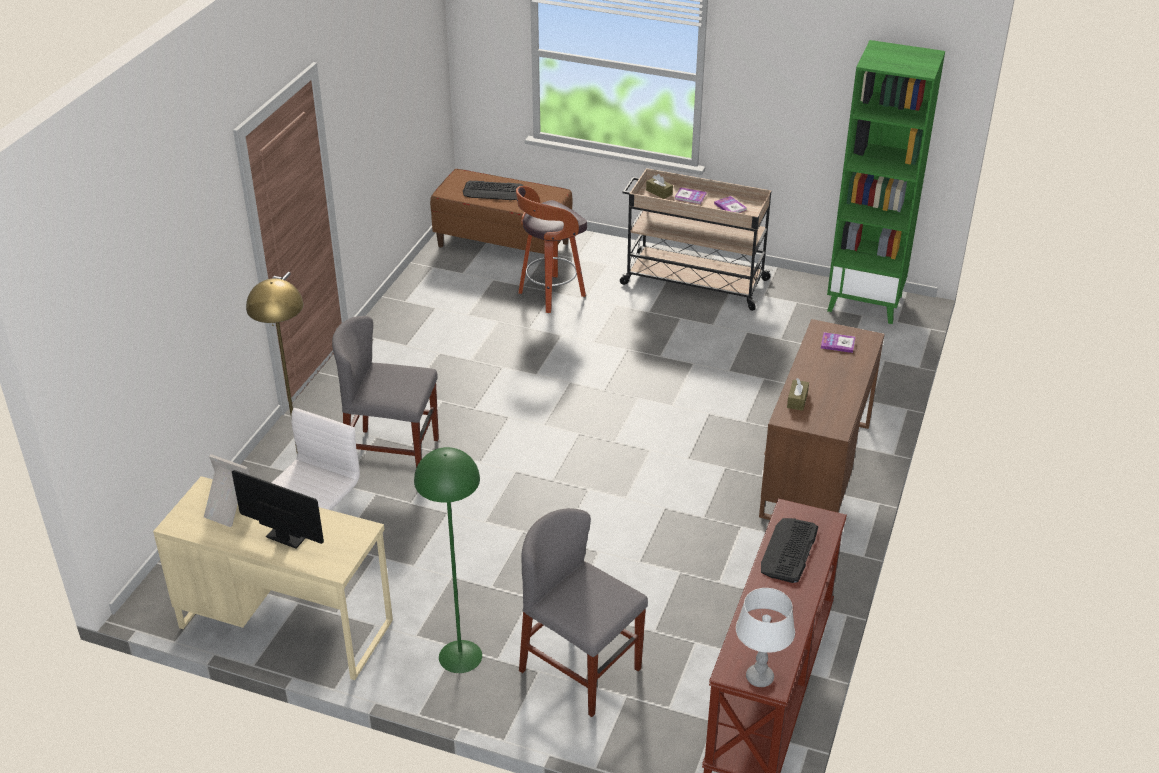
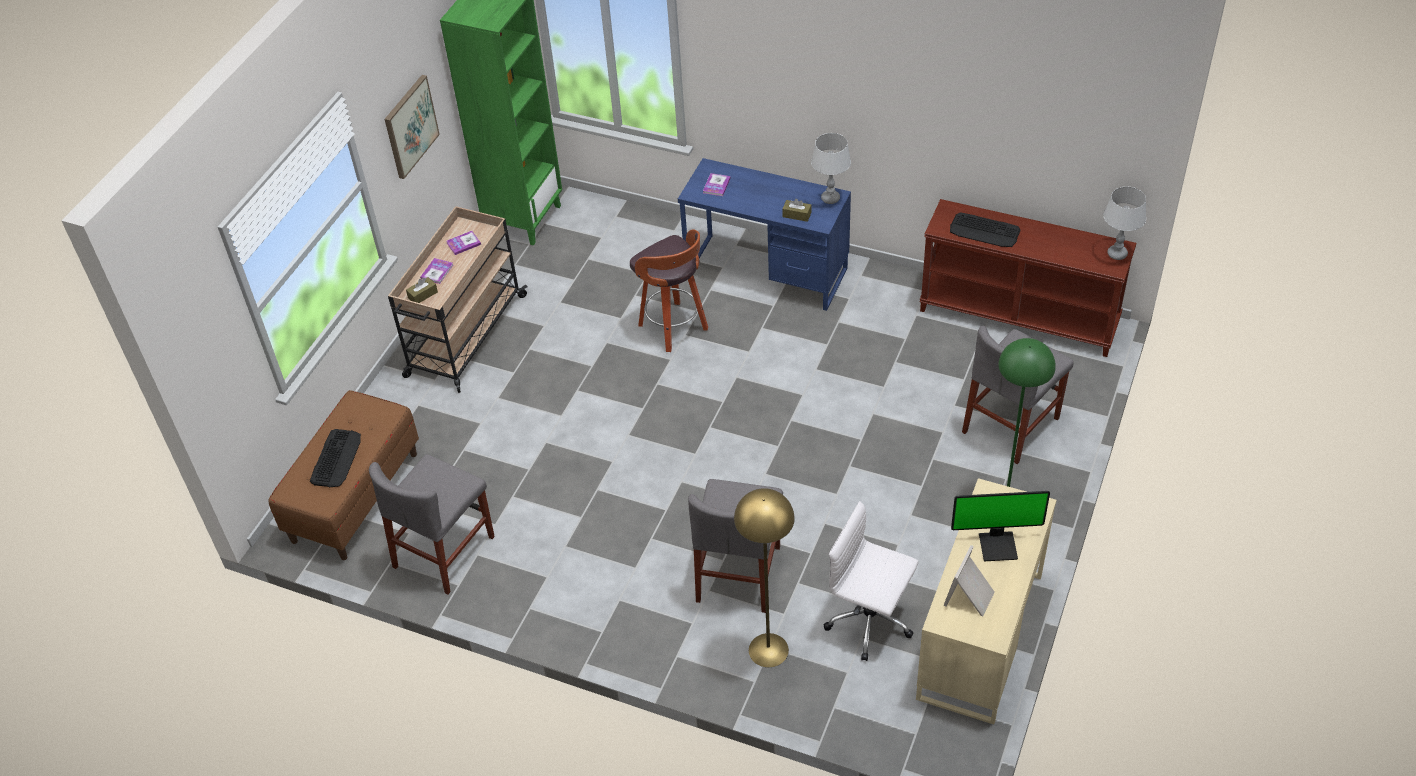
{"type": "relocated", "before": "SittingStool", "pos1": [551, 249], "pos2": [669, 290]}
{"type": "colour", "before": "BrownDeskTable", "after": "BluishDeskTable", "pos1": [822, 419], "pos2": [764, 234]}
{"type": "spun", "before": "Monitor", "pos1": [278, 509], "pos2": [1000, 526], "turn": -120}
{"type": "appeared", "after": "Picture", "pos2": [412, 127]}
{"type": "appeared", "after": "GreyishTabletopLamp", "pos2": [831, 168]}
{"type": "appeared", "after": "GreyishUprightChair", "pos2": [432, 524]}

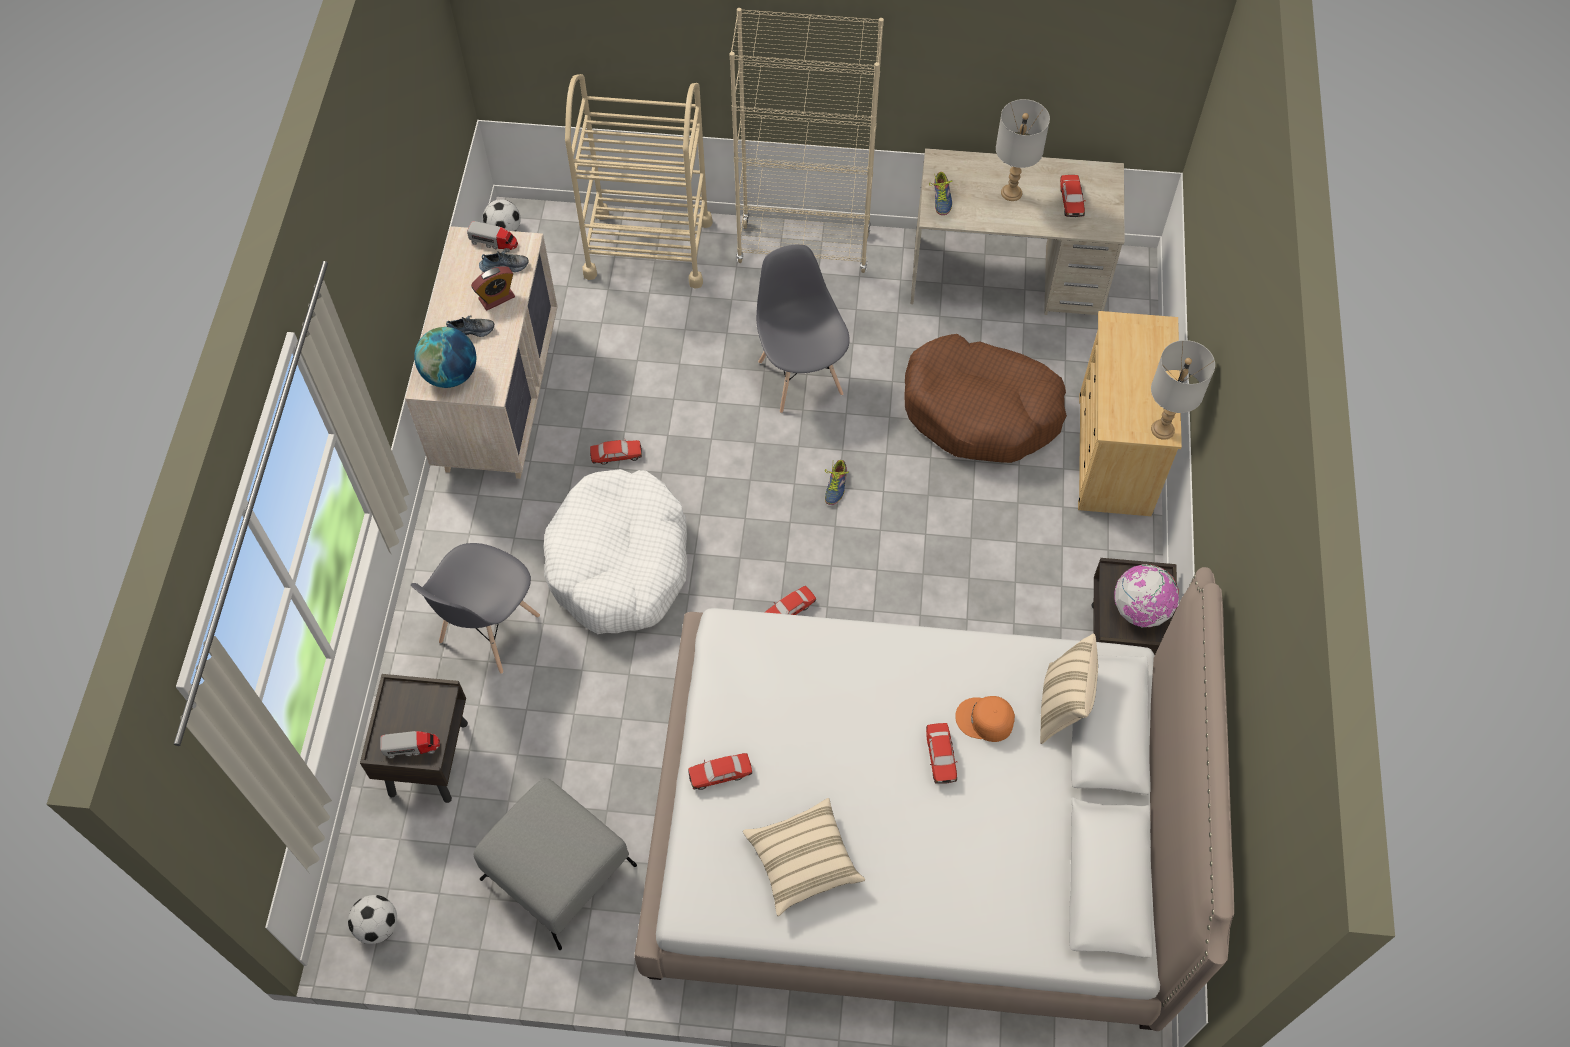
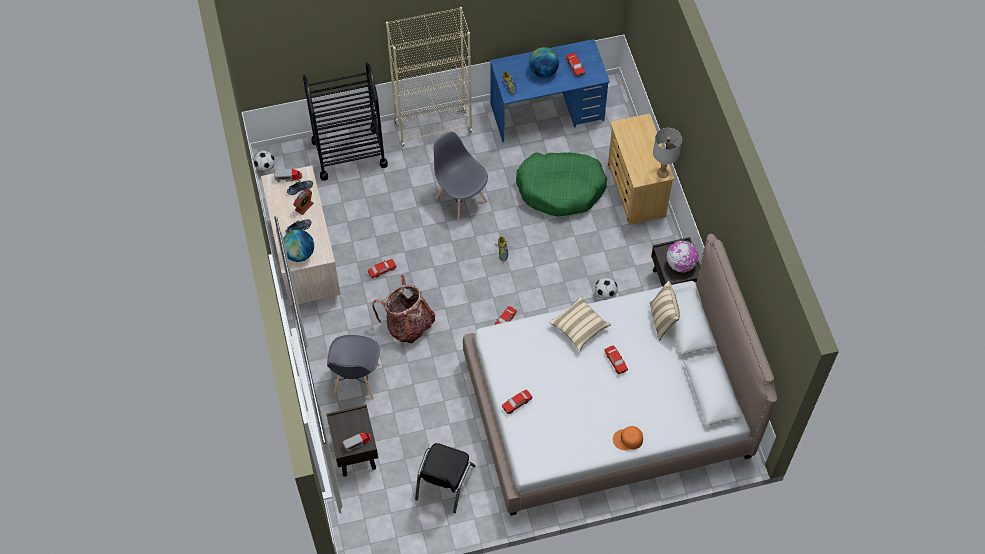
{"type": "colour", "before": "BeigeWheeledCart", "after": "BlackishWheeledCart", "pos1": [639, 181], "pos2": [345, 121]}
{"type": "exchanged", "before": "GreyishTabletopLamp", "after": "DeskGlobe", "pos1": [1023, 150], "pos2": [544, 62]}
{"type": "colour", "before": "BeigeDeskTable", "after": "BluishDeskTable", "pos1": [1017, 231], "pos2": [550, 90]}
{"type": "colour", "before": "BrownDogCushion", "after": "GreenColouredDogCushion", "pos1": [985, 398], "pos2": [561, 184]}
{"type": "exchanged", "before": "WhitishDogCushion", "after": "Knapsack", "pos1": [615, 551], "pos2": [403, 309]}
{"type": "relocated", "before": "OrangeColouredBaseballCap", "pos1": [985, 719], "pos2": [628, 438]}
{"type": "exchanged", "before": "GreyishFootrest", "after": "BlackishUprightChair", "pos1": [555, 864], "pos2": [445, 478]}
{"type": "relocated", "before": "BeigePillow", "pos1": [804, 857], "pos2": [580, 323]}
{"type": "relocated", "before": "FootballBall", "pos1": [372, 919], "pos2": [606, 288]}

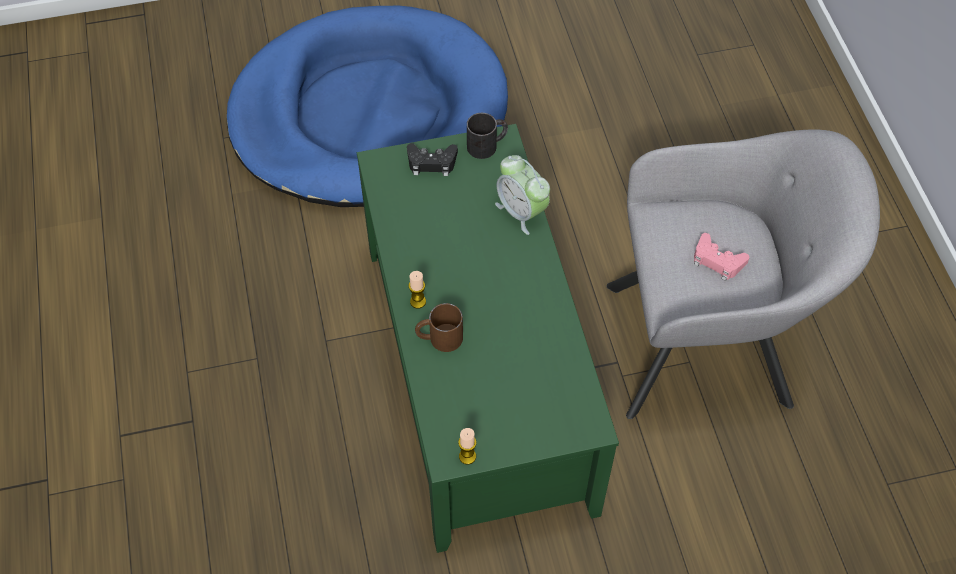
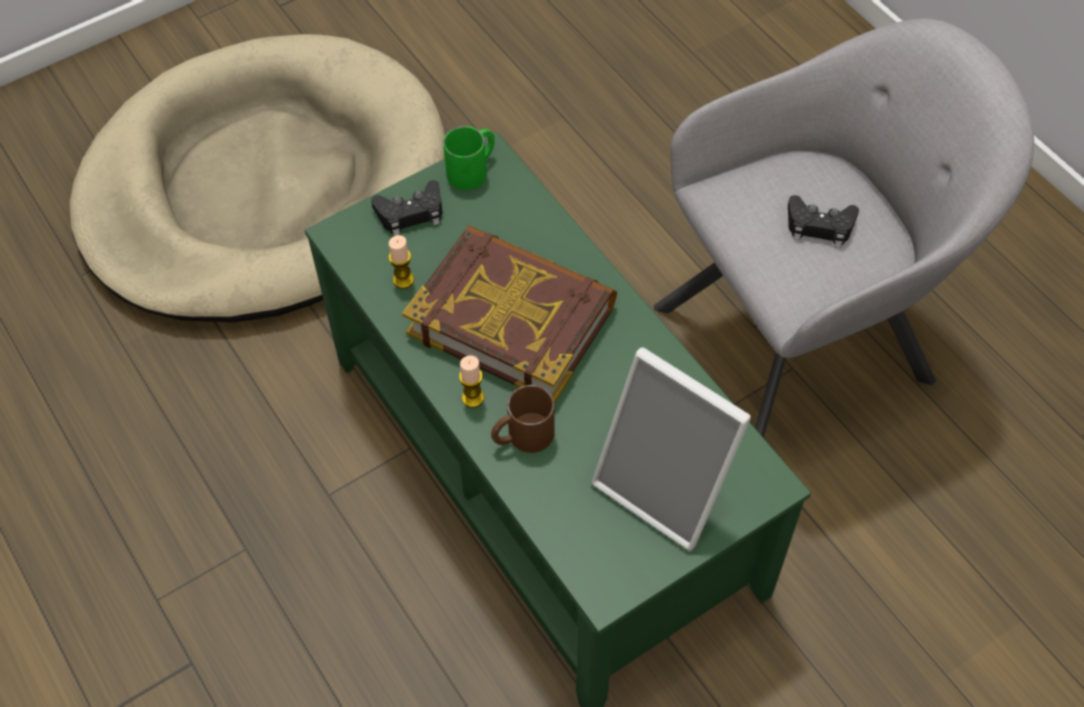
{"type": "colour", "before": "BluishDogCushion", "after": "BeigeDogCushion", "pos1": [367, 106], "pos2": [257, 178]}
{"type": "colour", "before": "BlackishTeaMug", "after": "GreenColouredTeaMug", "pos1": [487, 136], "pos2": [469, 158]}
{"type": "missing", "before": "BedsideClock", "pos1": [522, 195]}
{"type": "colour", "before": "PinkishGameController", "after": "BlackishGameController", "pos1": [721, 257], "pos2": [823, 221]}
{"type": "relocated", "before": "WaxLight", "pos1": [467, 446], "pos2": [401, 262]}
{"type": "appeared", "after": "BoundBook", "pos2": [509, 314]}
{"type": "appeared", "after": "PhotoFrame", "pos2": [671, 449]}

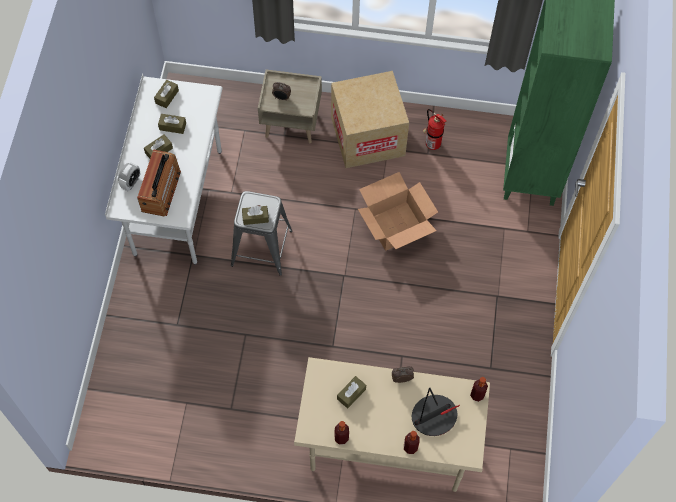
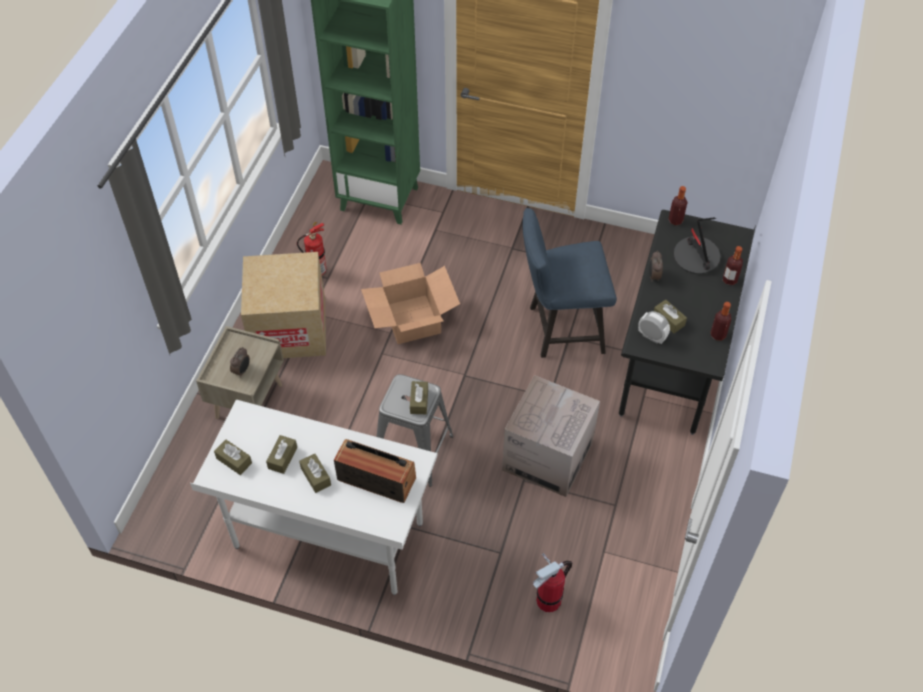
{"type": "relocated", "before": "BedsideClock", "pos1": [129, 177], "pos2": [654, 327]}
{"type": "colour", "before": "BeigeDeskTable", "after": "BlackishDeskTable", "pos1": [392, 424], "pos2": [687, 322]}
{"type": "appeared", "after": "BluishUprightChair", "pos2": [569, 283]}
{"type": "appeared", "after": "PackingBox", "pos2": [551, 436]}
{"type": "appeared", "after": "FireExtinguisher", "pos2": [552, 583]}

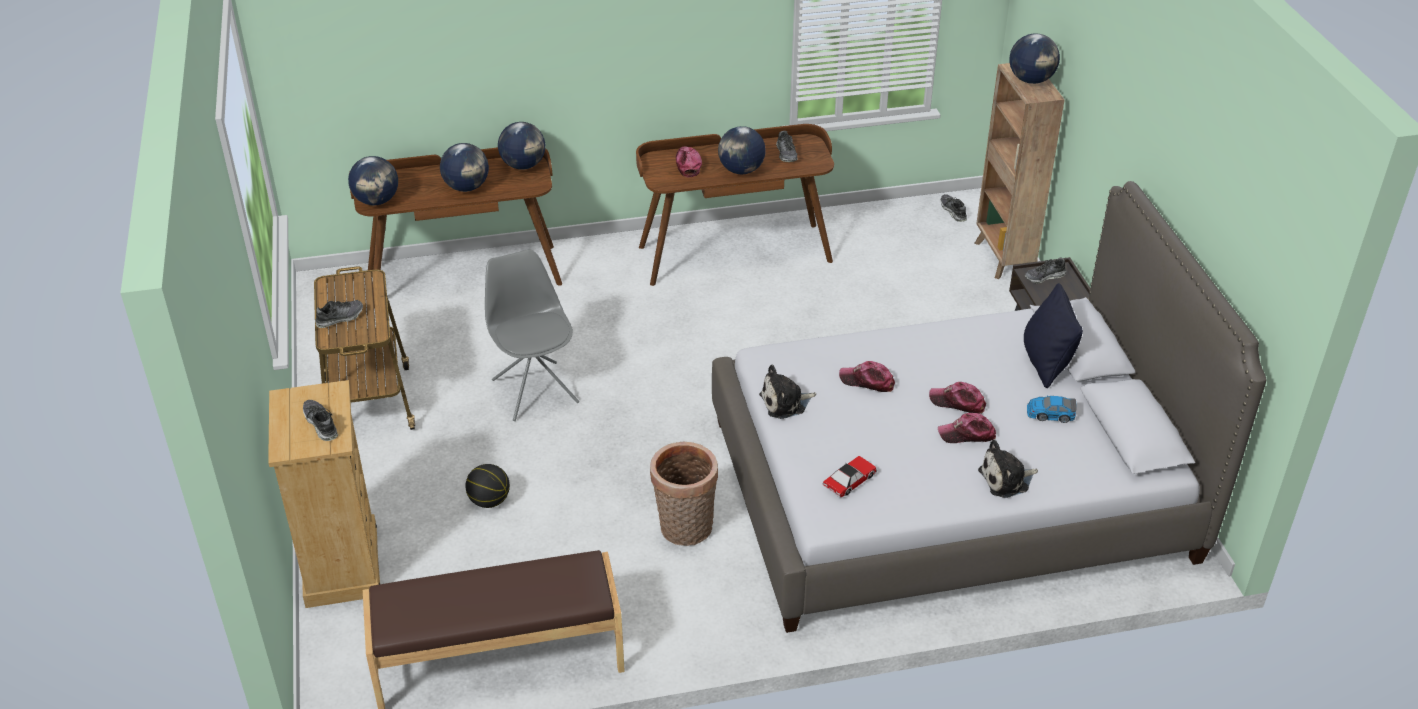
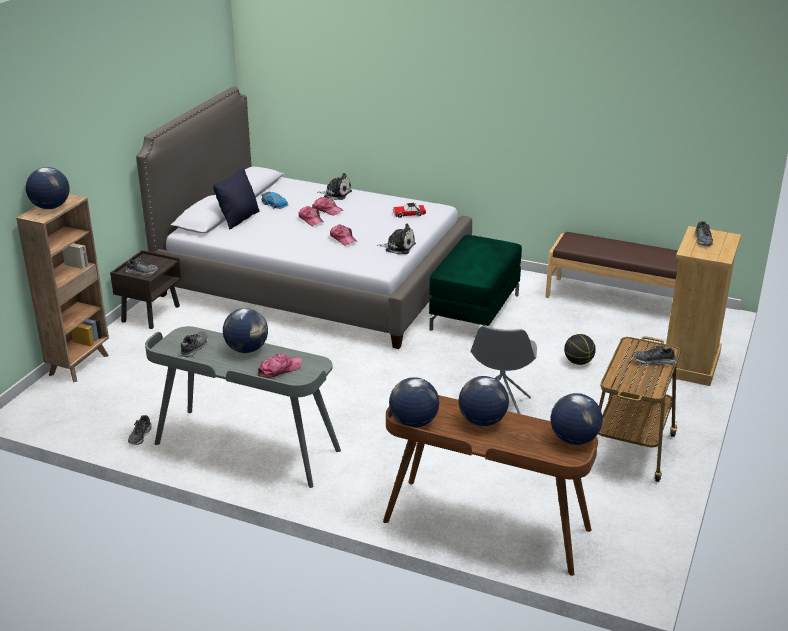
{"type": "colour", "before": "BrownDeskTable", "after": "GreyishDeskTable", "pos1": [735, 205], "pos2": [243, 407]}
{"type": "spun", "before": "BaseballCap", "pos1": [689, 162], "pos2": [279, 365], "turn": -150}
{"type": "relocated", "before": "Shoe", "pos1": [953, 208], "pos2": [140, 430]}
{"type": "exchanged", "before": "HouseholdBasket", "after": "GreenColouredFootrest", "pos1": [684, 494], "pos2": [475, 282]}

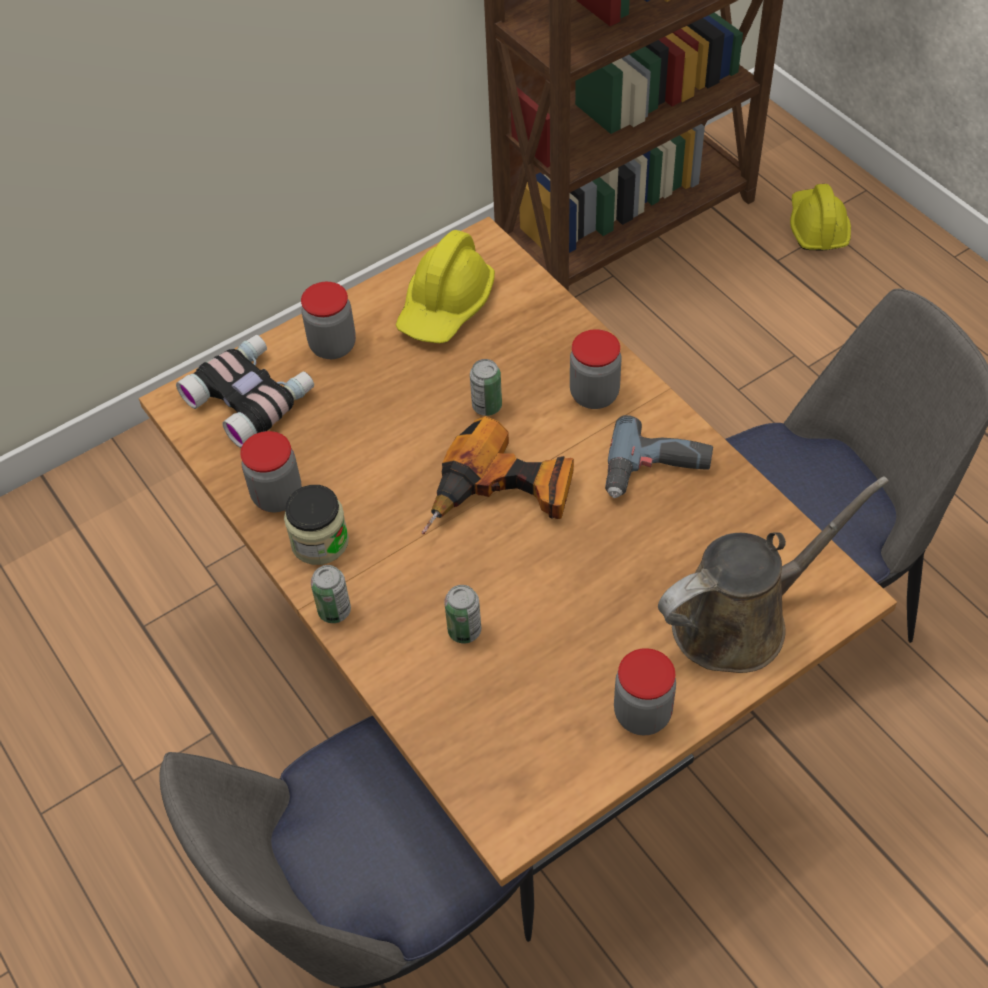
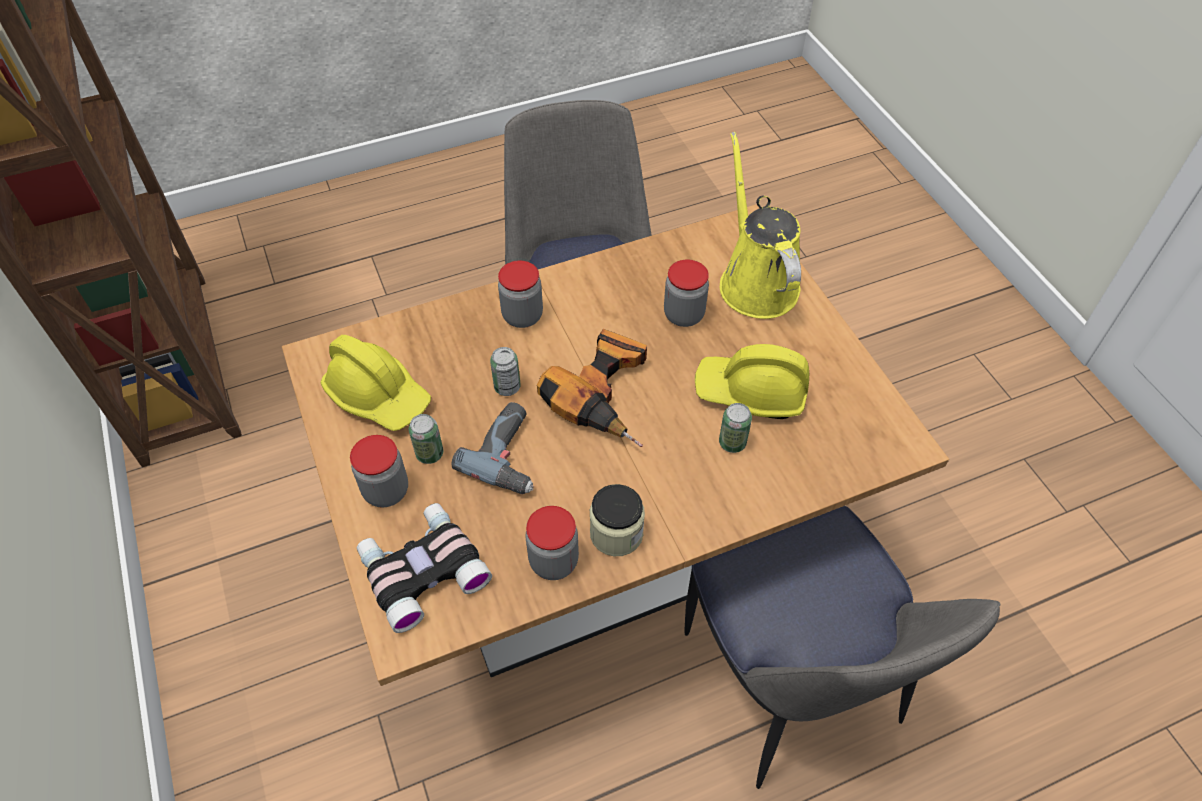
{"type": "relocated", "before": "YellowSafetyHelmet", "pos1": [820, 217], "pos2": [752, 381]}
{"type": "relocated", "before": "Drill", "pos1": [659, 456], "pos2": [493, 448]}
{"type": "colour", "before": "BrownSprinklingCan", "after": "YellowSprinklingCan", "pos1": [773, 574], "pos2": [760, 225]}
{"type": "relocated", "before": "MetalCan", "pos1": [331, 594], "pos2": [426, 439]}
{"type": "relocated", "before": "StorageJar", "pos1": [645, 691], "pos2": [686, 293]}

